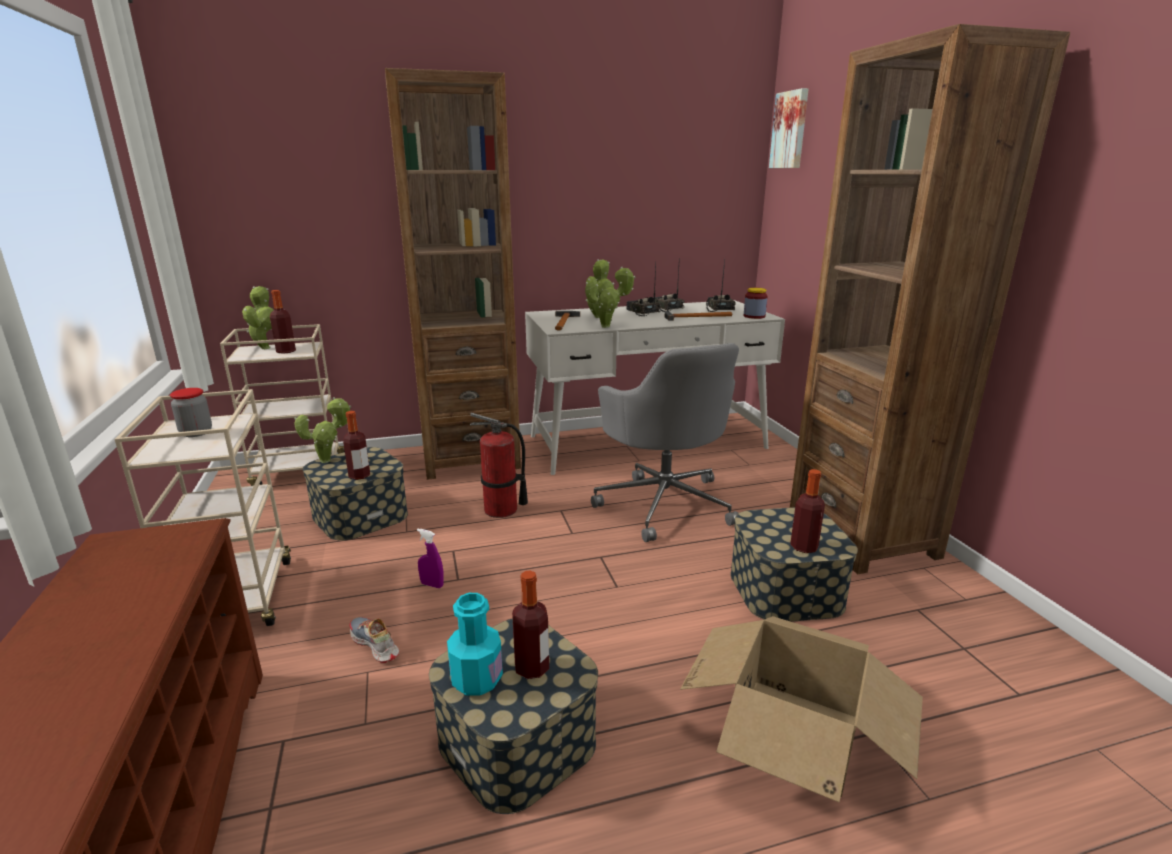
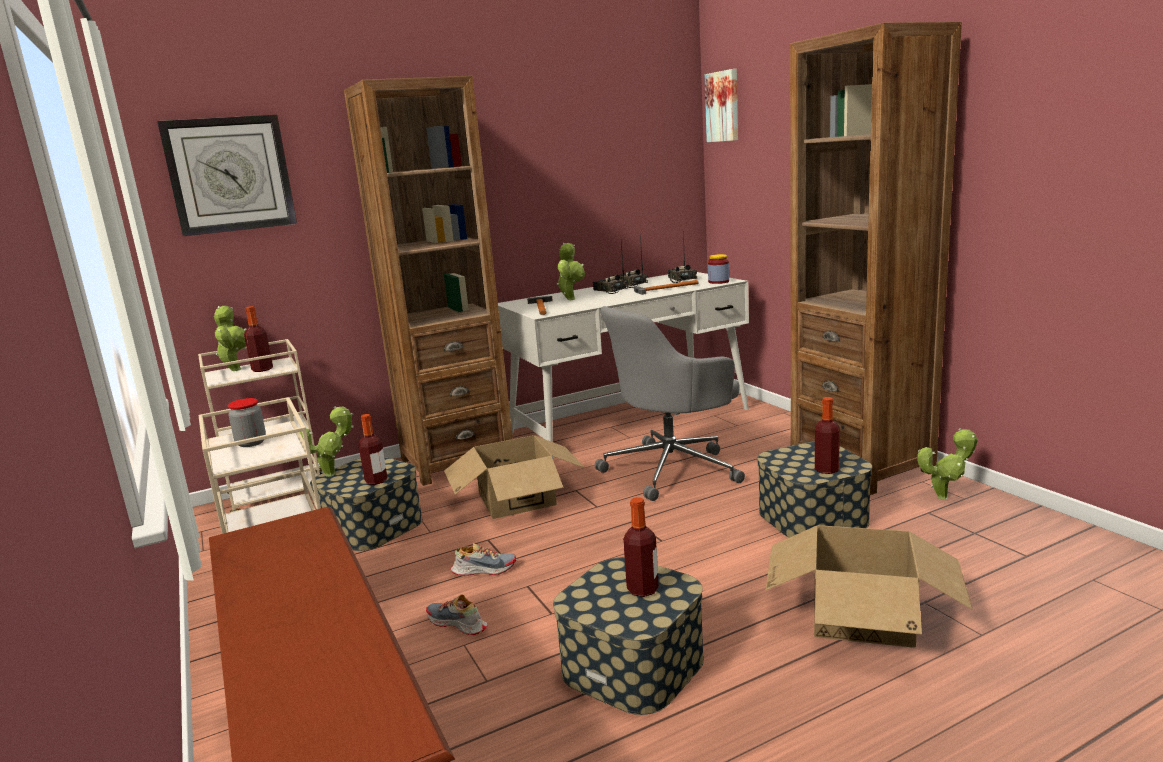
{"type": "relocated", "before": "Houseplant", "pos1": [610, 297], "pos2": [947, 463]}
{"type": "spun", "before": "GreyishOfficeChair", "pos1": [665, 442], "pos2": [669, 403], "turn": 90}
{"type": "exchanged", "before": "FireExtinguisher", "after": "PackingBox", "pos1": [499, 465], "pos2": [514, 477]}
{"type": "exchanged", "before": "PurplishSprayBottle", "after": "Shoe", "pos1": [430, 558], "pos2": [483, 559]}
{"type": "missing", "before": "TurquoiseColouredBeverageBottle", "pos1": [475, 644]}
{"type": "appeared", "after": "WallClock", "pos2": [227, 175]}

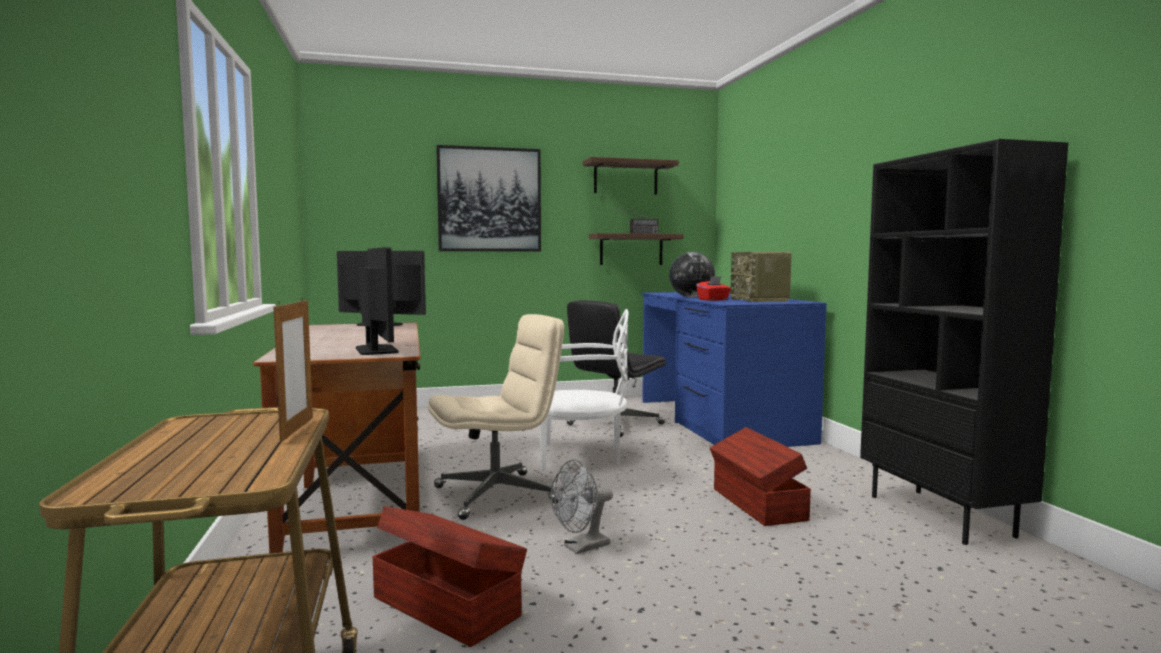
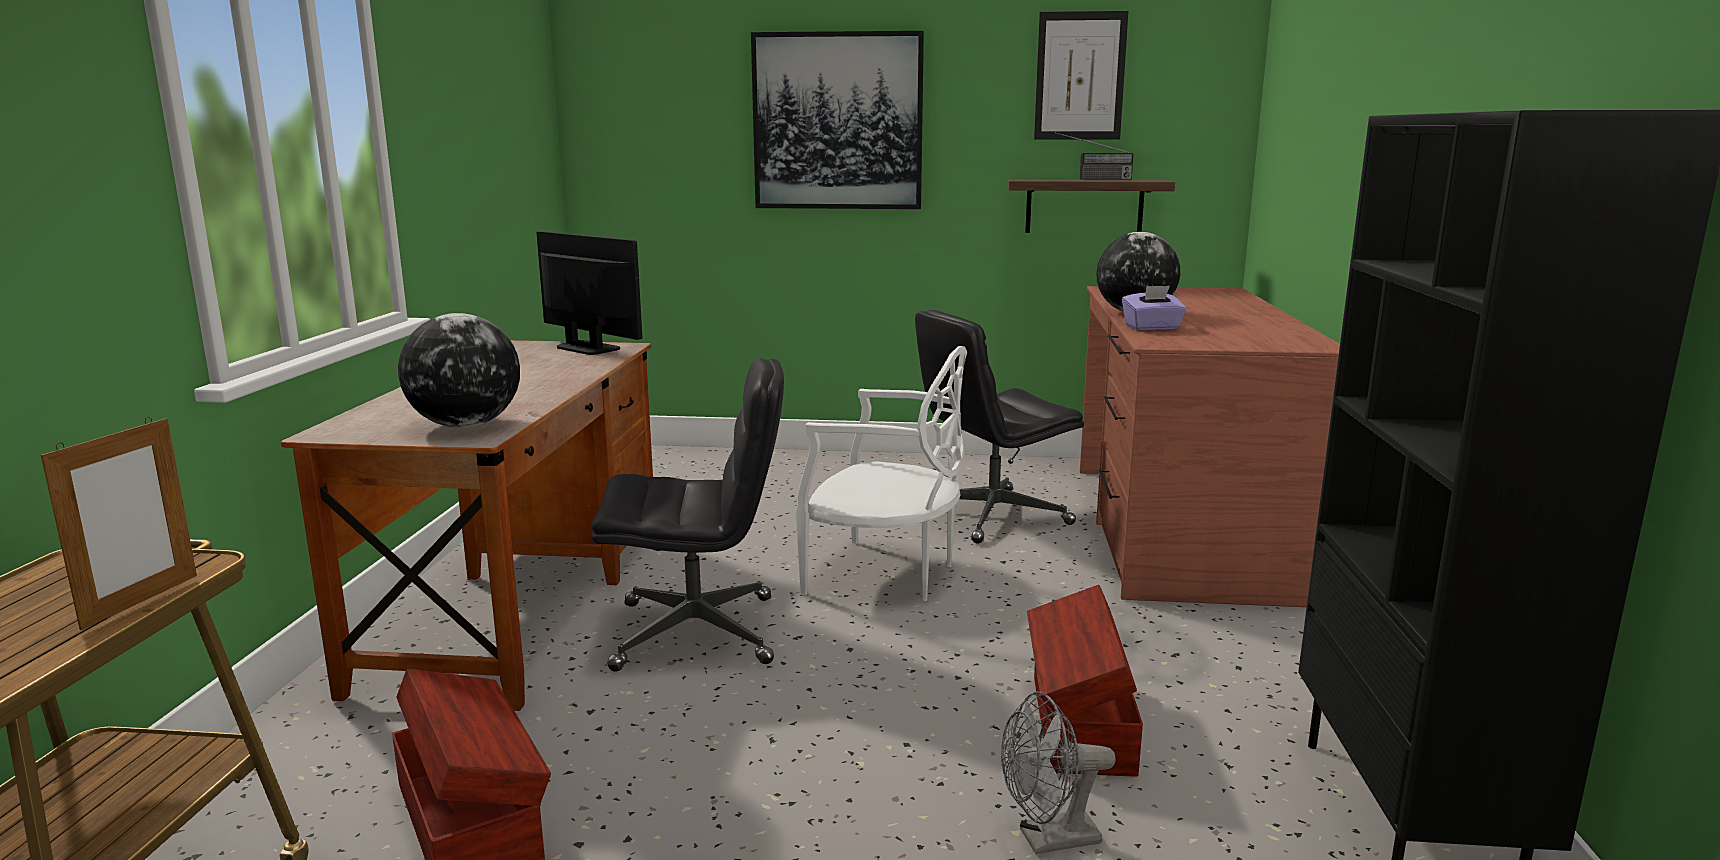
{"type": "exchanged", "before": "Shelf", "after": "Picture", "pos1": [631, 176], "pos2": [1081, 75]}
{"type": "exchanged", "before": "Monitor", "after": "DeskGlobe", "pos1": [377, 301], "pos2": [459, 370]}
{"type": "missing", "before": "RadioReceiver", "pos1": [761, 277]}
{"type": "colour", "before": "RedBoxOfTissues", "after": "PurplishBoxOfTissues", "pos1": [713, 288], "pos2": [1154, 308]}
{"type": "colour", "before": "BluishDeskTable", "after": "BrownDeskTable", "pos1": [734, 369], "pos2": [1210, 446]}
{"type": "colour", "before": "BeigeOfficeChair", "after": "BlackishOfficeChair", "pos1": [496, 417], "pos2": [687, 515]}
{"type": "relocated", "before": "GreyishElectricFan", "pos1": [582, 506], "pos2": [1058, 773]}

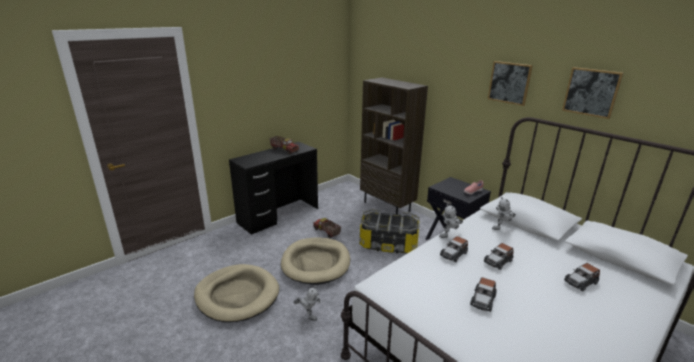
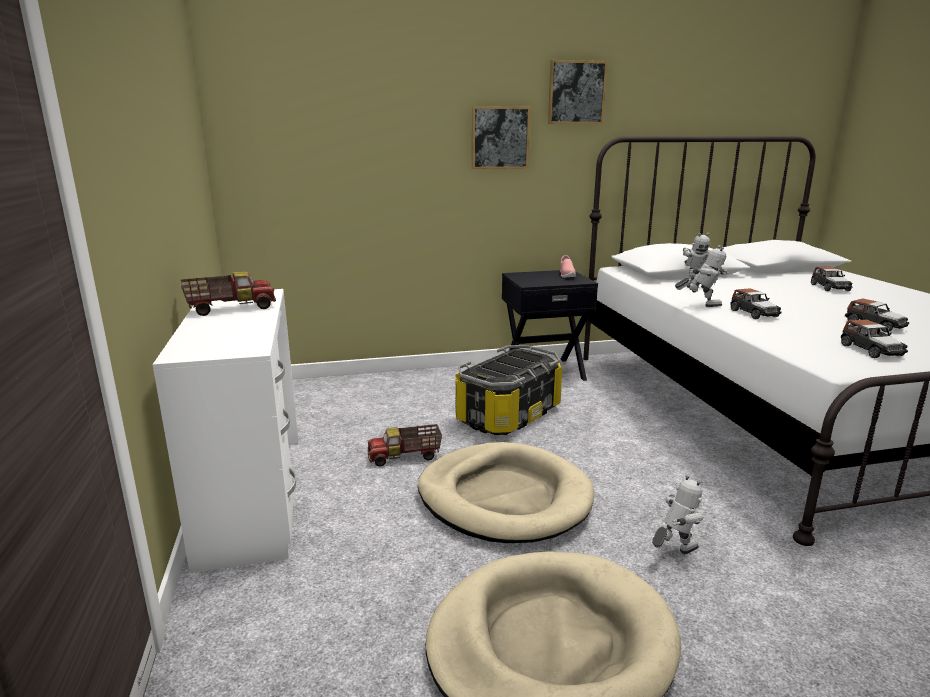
{"type": "relocated", "before": "Picture", "pos1": [592, 93], "pos2": [501, 137]}
{"type": "missing", "before": "BrownBookshelf", "pos1": [394, 146]}
{"type": "colour", "before": "BlackishDeskTable", "after": "WhitishDeskTable", "pos1": [273, 188], "pos2": [225, 431]}
{"type": "spun", "before": "RobotFigure", "pos1": [451, 221], "pos2": [702, 276], "turn": -75}
{"type": "relocated", "before": "MiniatureCar", "pos1": [498, 256], "pos2": [874, 339]}

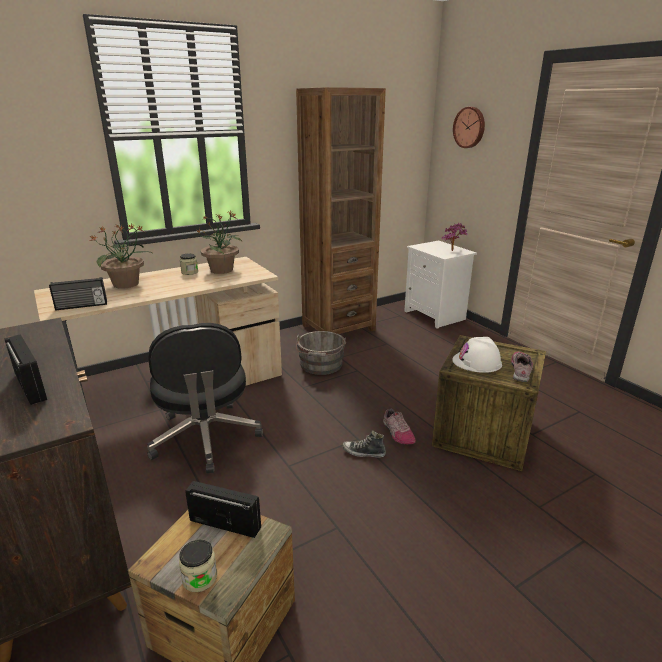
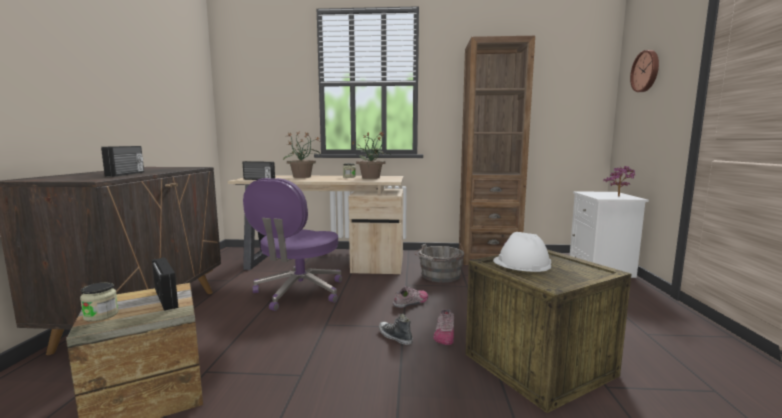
{"type": "colour", "before": "BlackishOfficeChair", "after": "PurplishOfficeChair", "pos1": [205, 398], "pos2": [292, 244]}
{"type": "relocated", "before": "Shoe", "pos1": [522, 367], "pos2": [410, 297]}

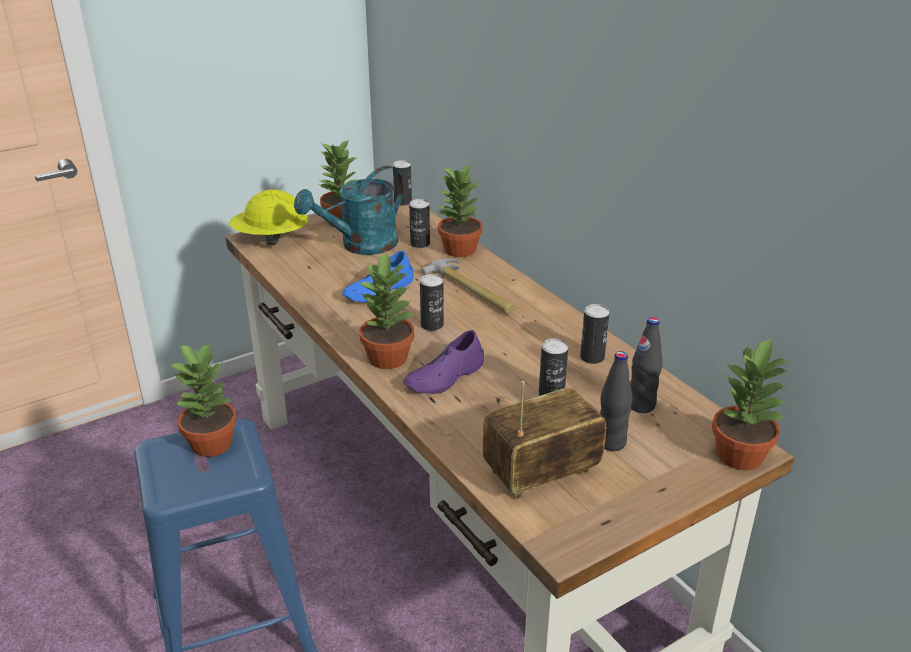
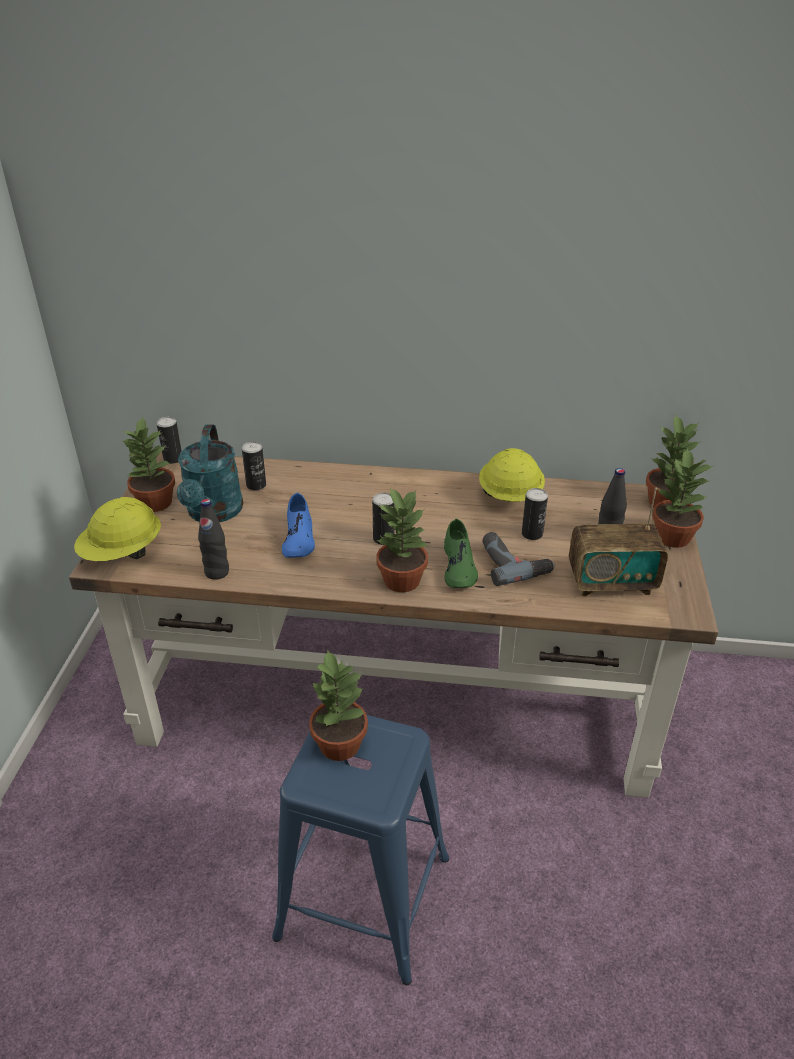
{"type": "relocated", "before": "Houseplant", "pos1": [459, 210], "pos2": [682, 497]}
{"type": "missing", "before": "ToolHammer", "pos1": [468, 286]}
{"type": "exchanged", "before": "MetalCan", "after": "YellowSafetyHelmet", "pos1": [594, 334], "pos2": [512, 475]}
{"type": "relocated", "before": "BlackishBeverageBottle", "pos1": [646, 365], "pos2": [213, 539]}
{"type": "colour", "before": "PurplishShoe", "after": "GreenColouredShoe", "pos1": [443, 362], "pos2": [461, 553]}
{"type": "spun", "before": "RadioReceiver", "pos1": [544, 440], "pos2": [618, 541], "turn": -105}
{"type": "appeared", "after": "Drill", "pos2": [518, 559]}

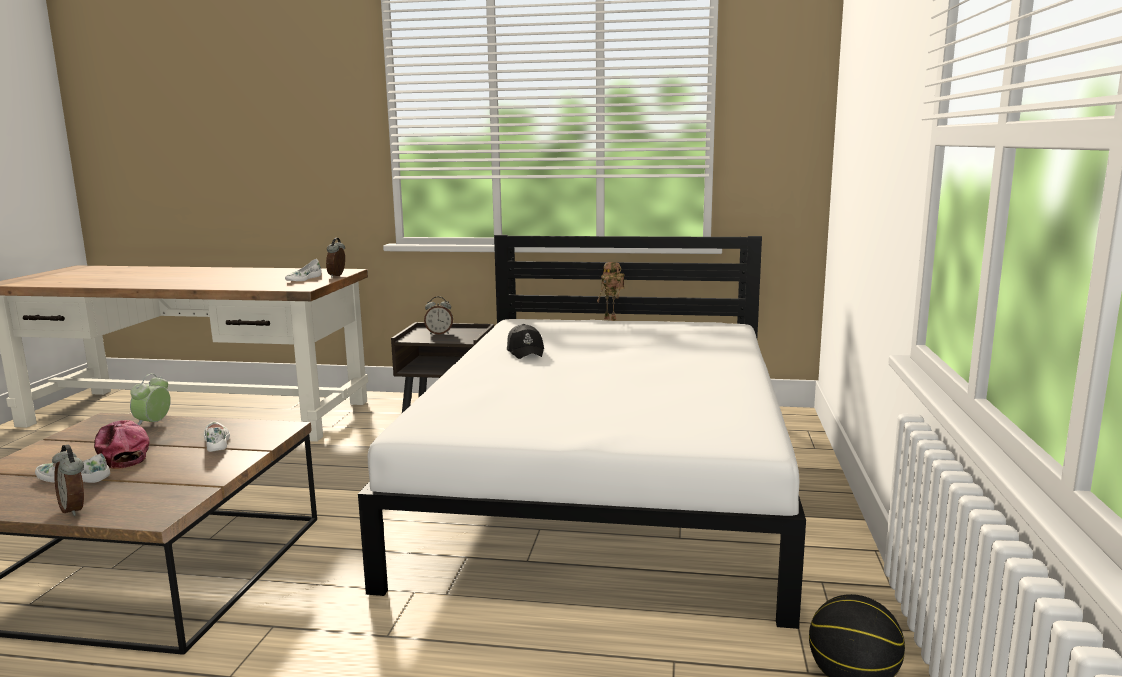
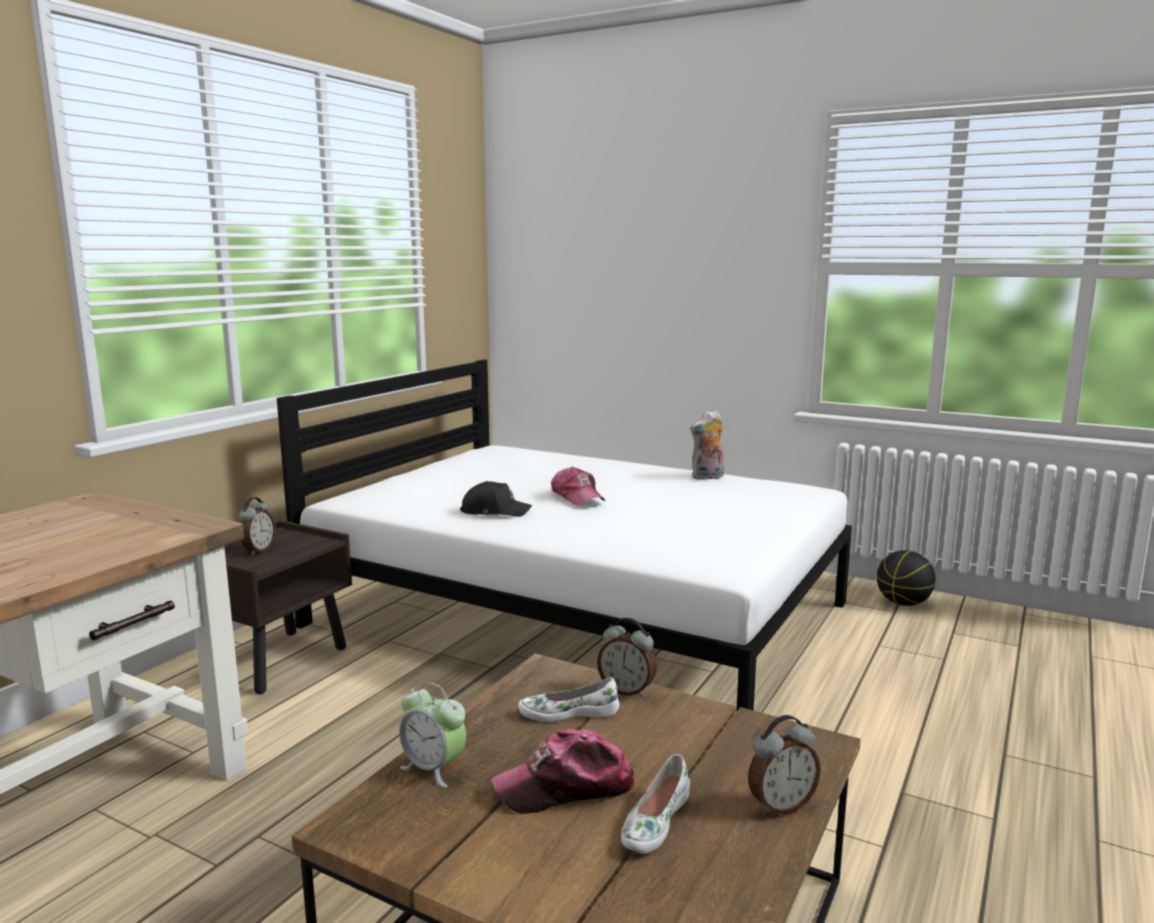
{"type": "relocated", "before": "BedsideClock", "pos1": [335, 257], "pos2": [627, 657]}
{"type": "missing", "before": "WhitishShoe", "pos1": [303, 270]}
{"type": "missing", "before": "RobotFigure", "pos1": [610, 291]}
{"type": "appeared", "after": "SoftToy", "pos2": [707, 445]}
{"type": "appeared", "after": "BaseballCap", "pos2": [578, 486]}

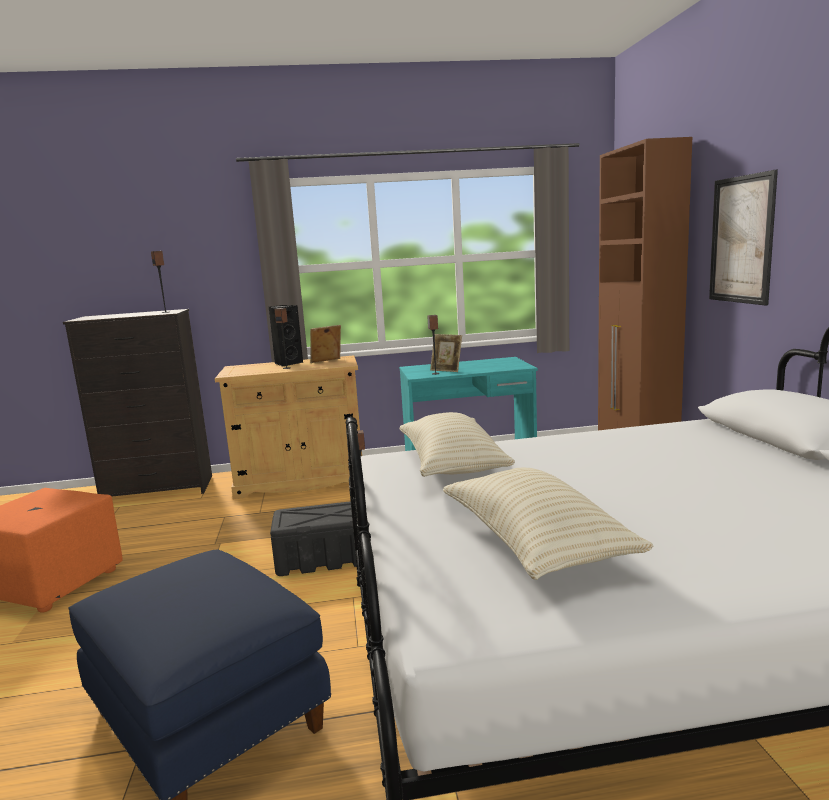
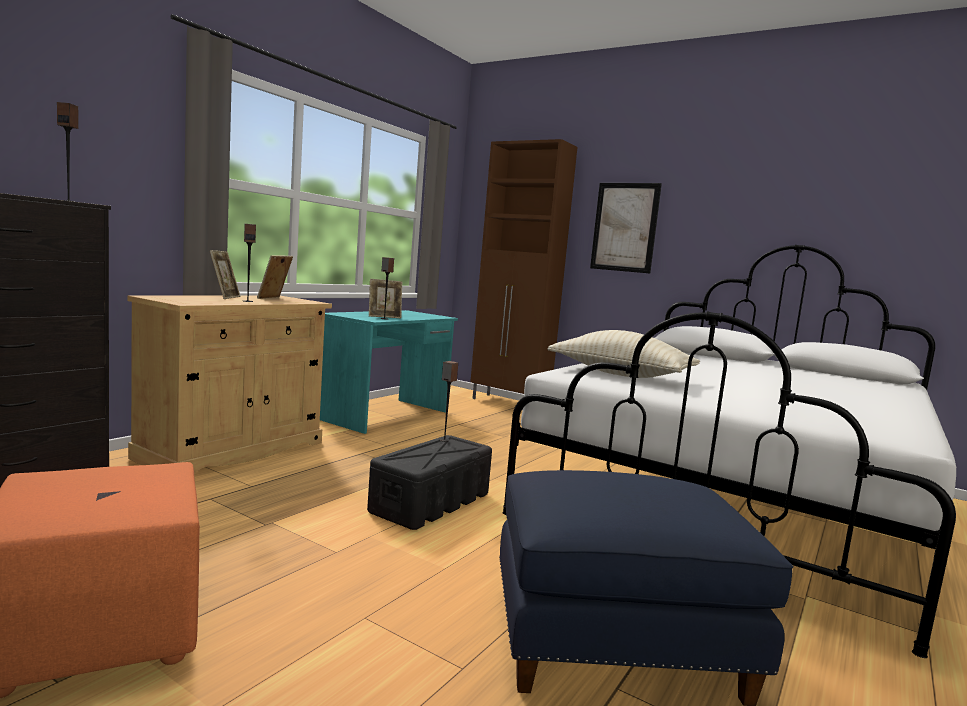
{"type": "exchanged", "before": "BlackishAudioSpeaker", "after": "PhotoFrame", "pos1": [286, 336], "pos2": [225, 274]}
{"type": "missing", "before": "BeigePillow", "pos1": [548, 524]}

